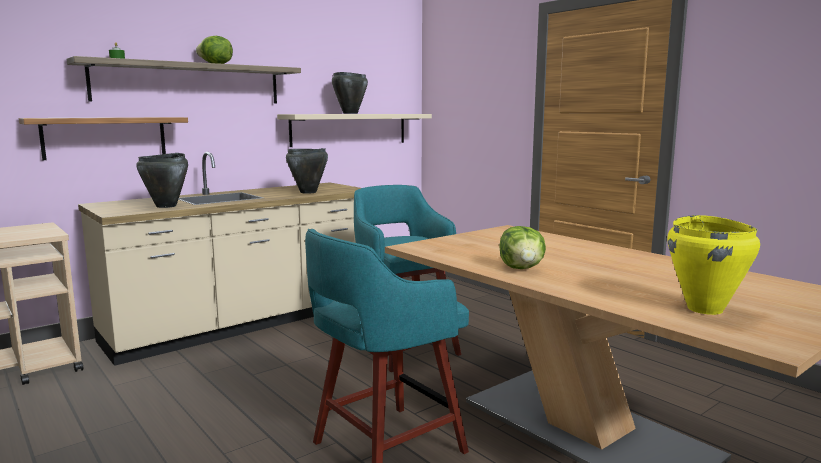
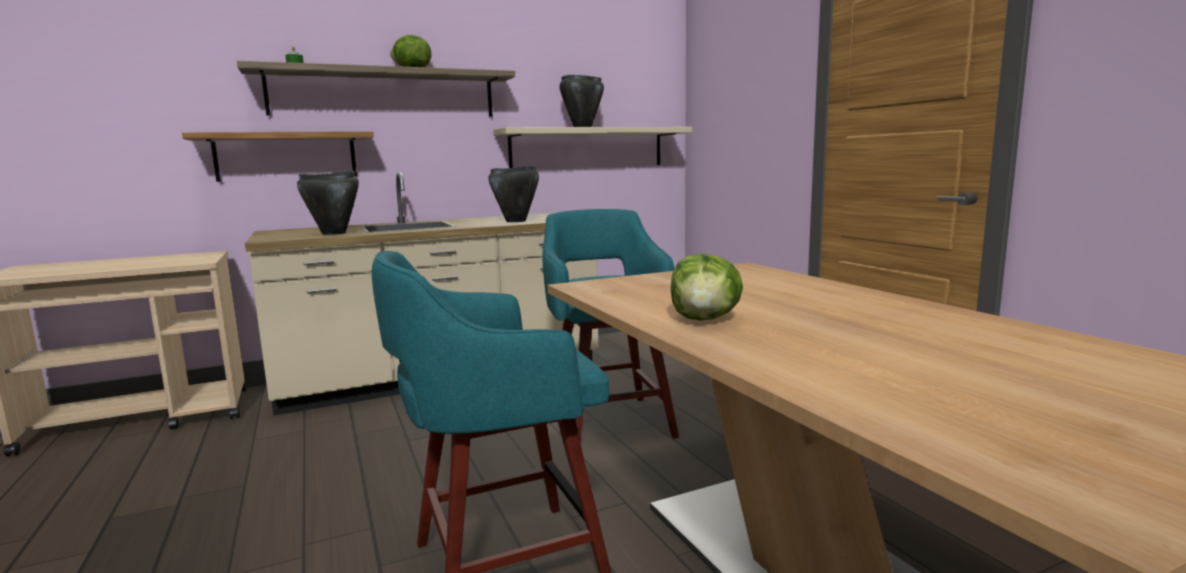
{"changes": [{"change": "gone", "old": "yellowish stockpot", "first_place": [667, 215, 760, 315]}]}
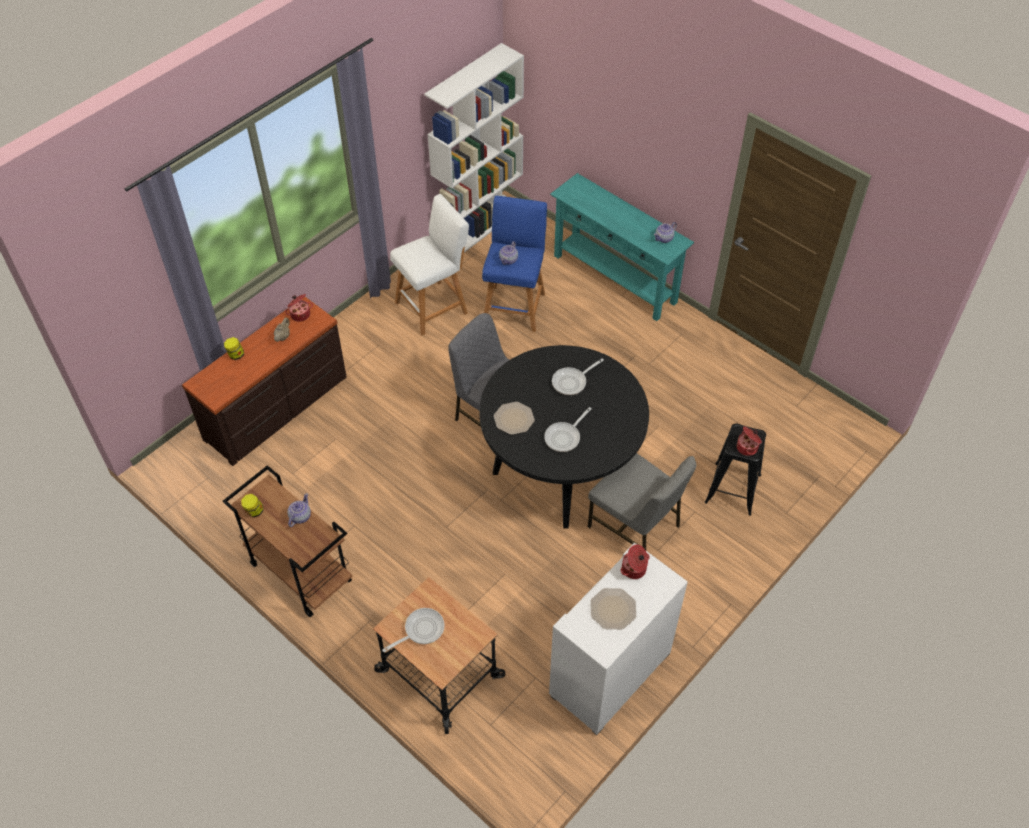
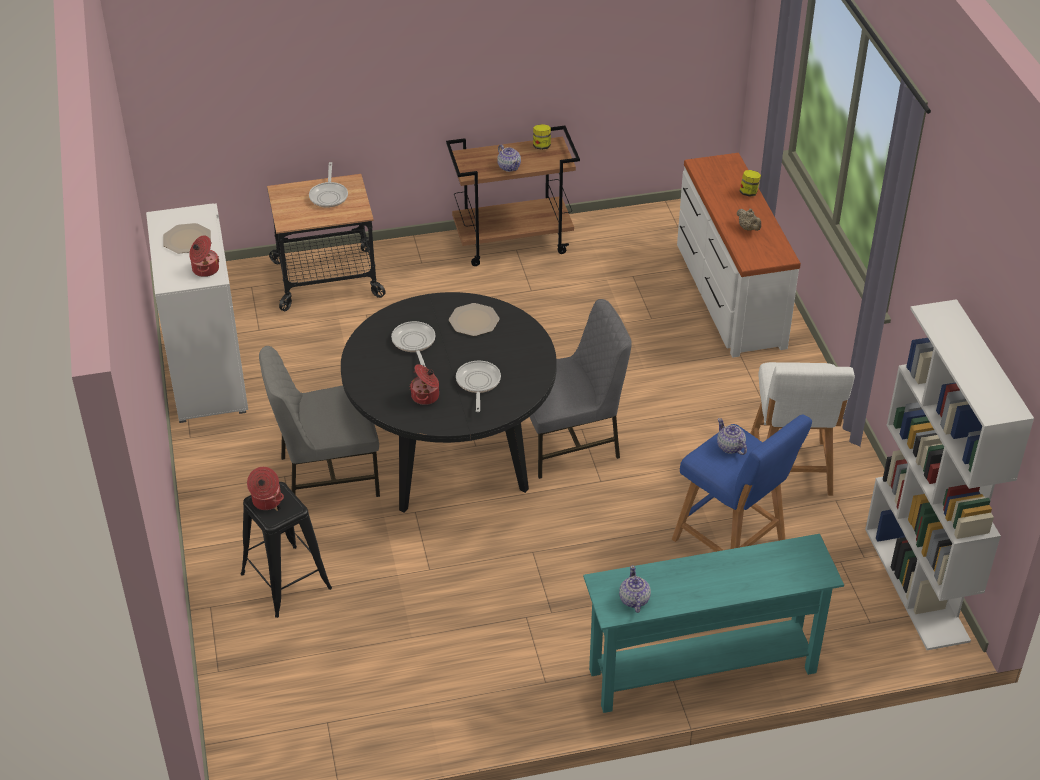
{"changes": [{"change": "shifted", "old": "stockpot", "first_place": [285, 294, 313, 322], "second_place": [410, 364, 439, 405]}, {"change": "repainted", "old": "brown-coloured chest of drawers", "new": "whitish chest of drawers", "first_place": [182, 297, 347, 466], "second_place": [677, 153, 801, 358]}]}
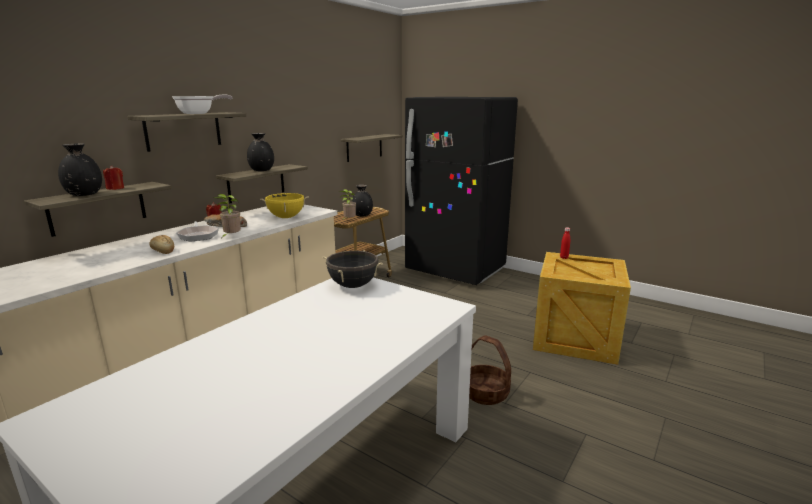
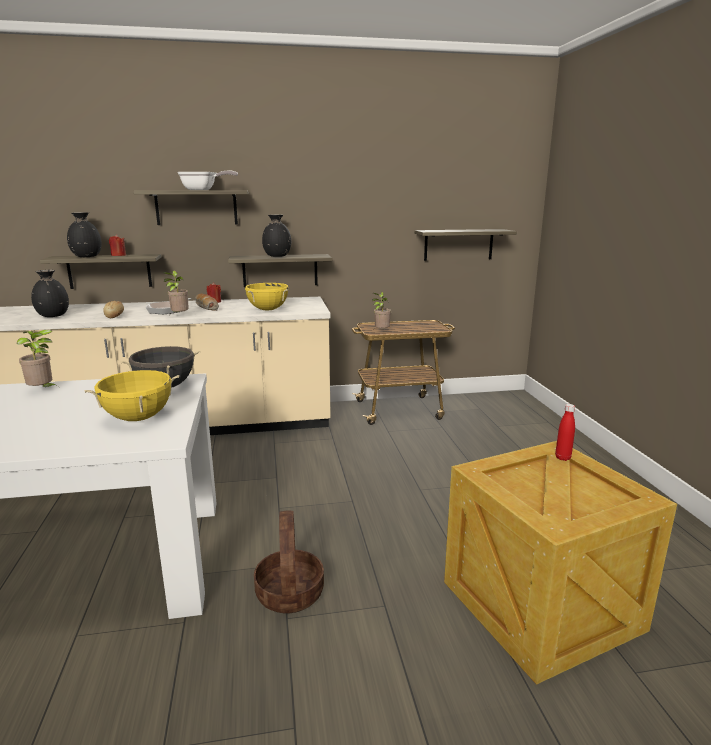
{"changes": [{"change": "gone", "old": "black refrigerator", "first_place": [405, 97, 518, 285]}, {"change": "shifted", "old": "black decorative vase", "first_place": [351, 185, 373, 216], "second_place": [31, 270, 69, 317]}, {"change": "new", "new": "plant in a pot", "second_place": [17, 330, 56, 387]}, {"change": "new", "new": "yellowish stockpot", "second_place": [84, 370, 179, 421]}]}
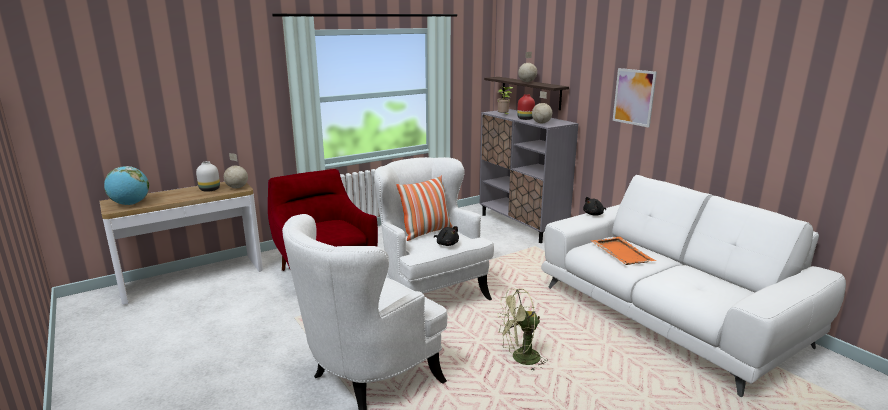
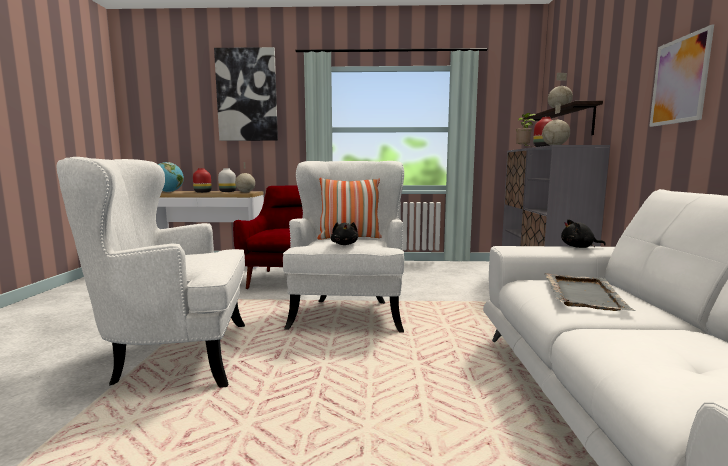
{"changes": [{"change": "repainted", "old": "orange-coloured serving tray", "new": "gray serving tray", "first_place": [591, 237, 657, 265], "second_place": [545, 273, 636, 311]}, {"change": "gone", "old": "green fan", "first_place": [498, 289, 548, 371]}, {"change": "new", "new": "wall picture", "second_place": [214, 47, 278, 141]}, {"change": "new", "new": "red-coloured decorative vase", "second_place": [193, 168, 212, 193]}]}
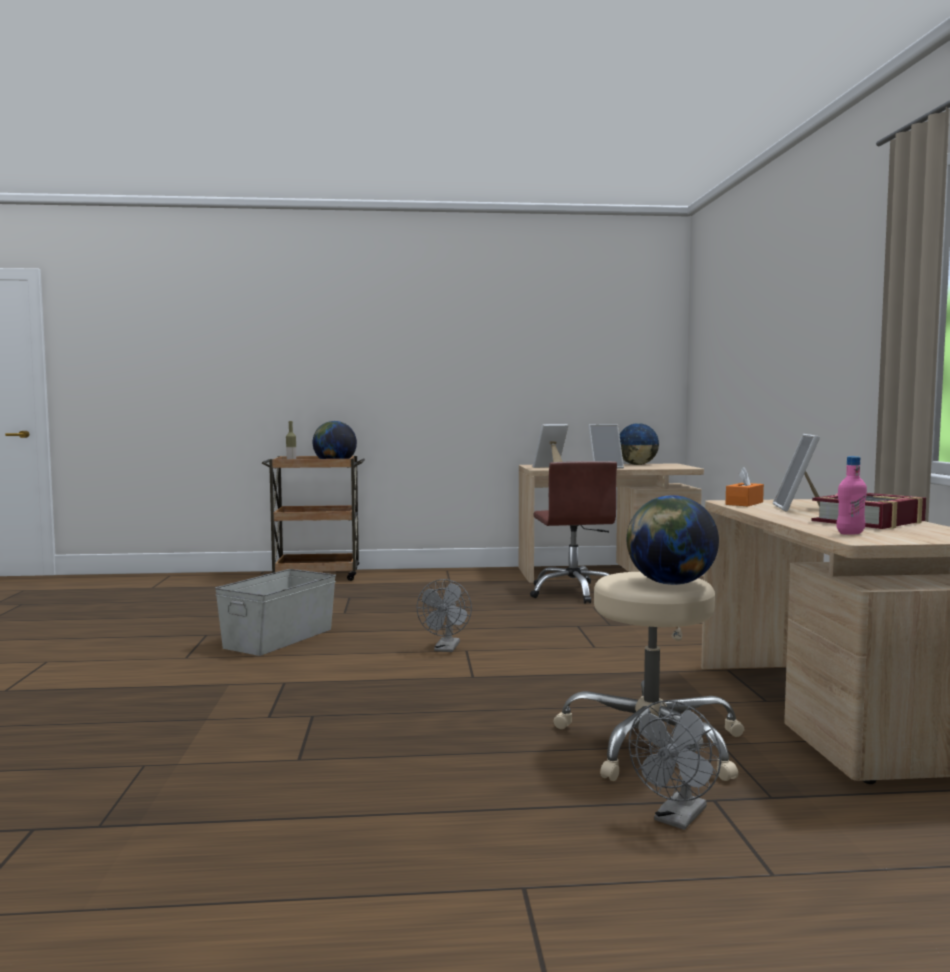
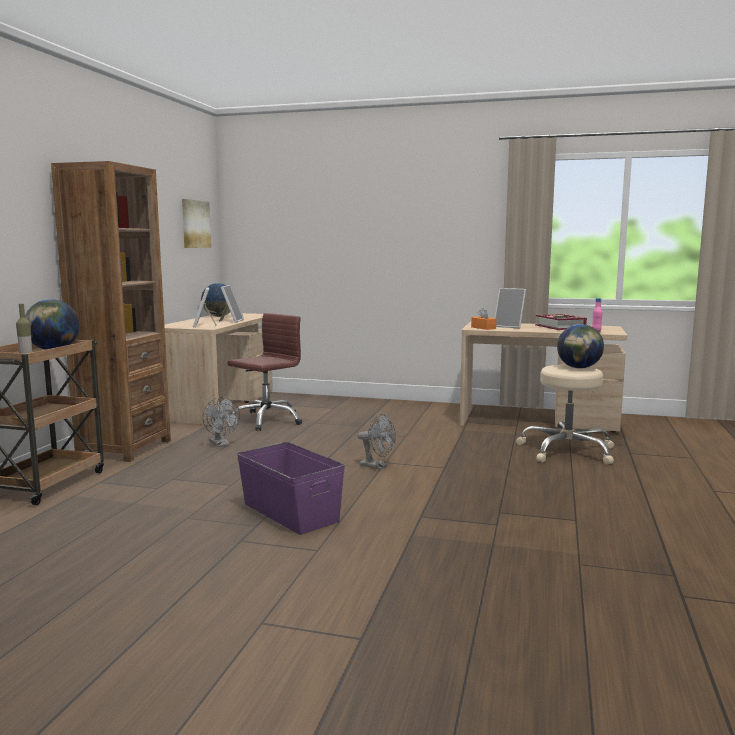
{"changes": [{"change": "rotated", "old": "brown-coloured desk chair", "first_place": [530, 461, 617, 603], "second_place": [227, 313, 302, 431], "degrees": -60}, {"change": "repainted", "old": "gray storage container", "new": "purplish storage container", "first_place": [215, 569, 336, 656], "second_place": [237, 442, 345, 535]}, {"change": "shifted", "old": "gray fan", "first_place": [629, 700, 721, 830], "second_place": [203, 397, 240, 447]}, {"change": "new", "new": "brown-coloured bookshelf", "second_place": [51, 161, 171, 462]}, {"change": "new", "new": "wall picture", "second_place": [182, 199, 211, 248]}]}
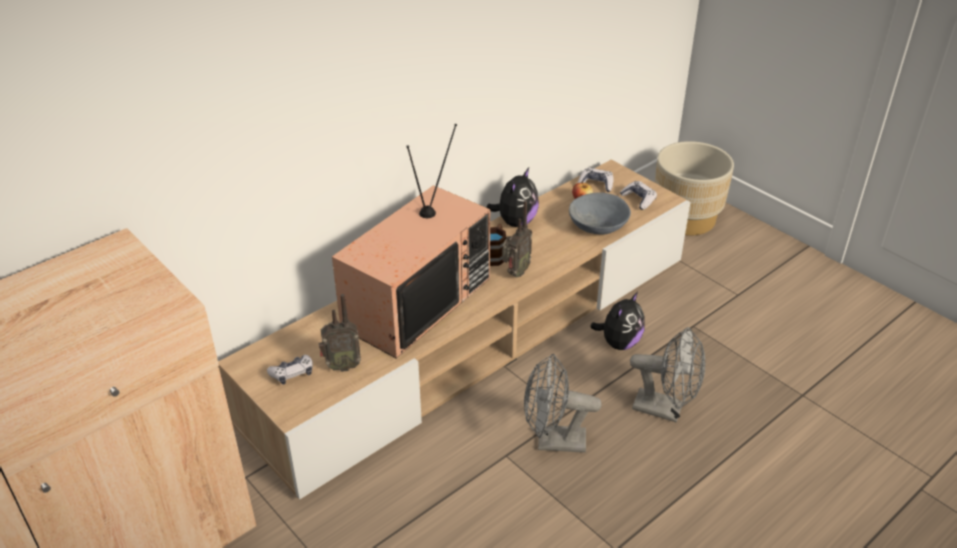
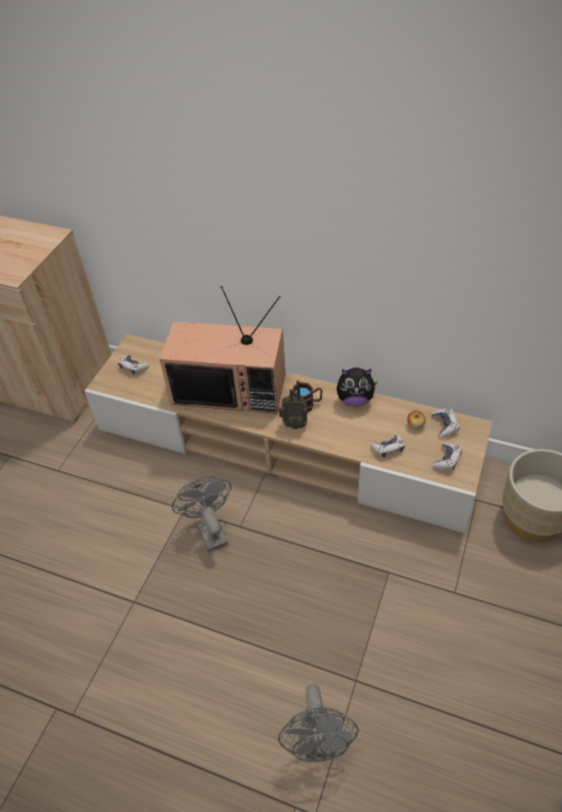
{"changes": [{"change": "swapped", "old": "gray deep dish", "new": "game controller", "first_place": [569, 192, 631, 235], "second_place": [370, 435, 405, 458]}, {"change": "gone", "old": "plush toy", "first_place": [590, 292, 645, 350]}, {"change": "gone", "old": "radio", "first_place": [319, 294, 361, 372]}, {"change": "shifted", "old": "gray fan", "first_place": [630, 327, 705, 423], "second_place": [278, 684, 359, 762]}]}
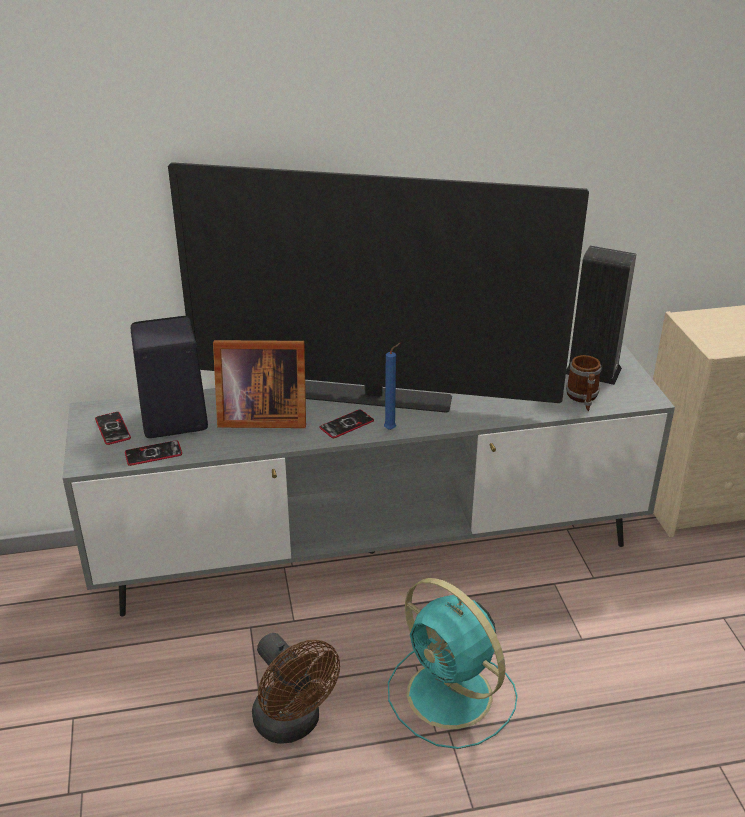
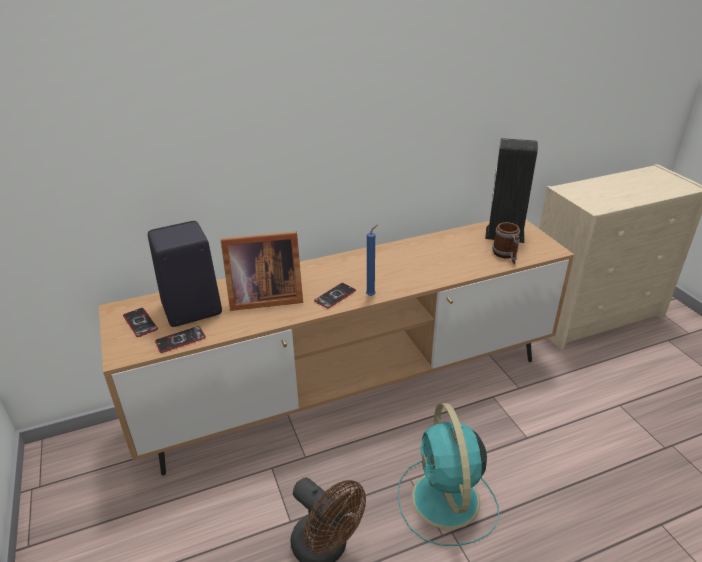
{"changes": [{"change": "gone", "old": "TV", "first_place": [168, 162, 589, 413]}, {"change": "repainted", "old": "gray media console", "new": "brown-coloured media console", "first_place": [62, 345, 675, 617], "second_place": [99, 220, 574, 475]}, {"change": "rotated", "old": "blue-green fan", "first_place": [388, 578, 518, 749], "second_place": [397, 403, 499, 546], "degrees": 45}]}
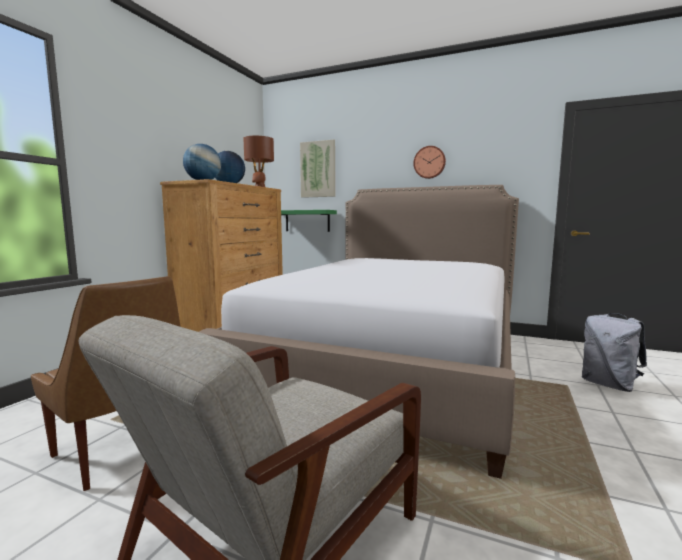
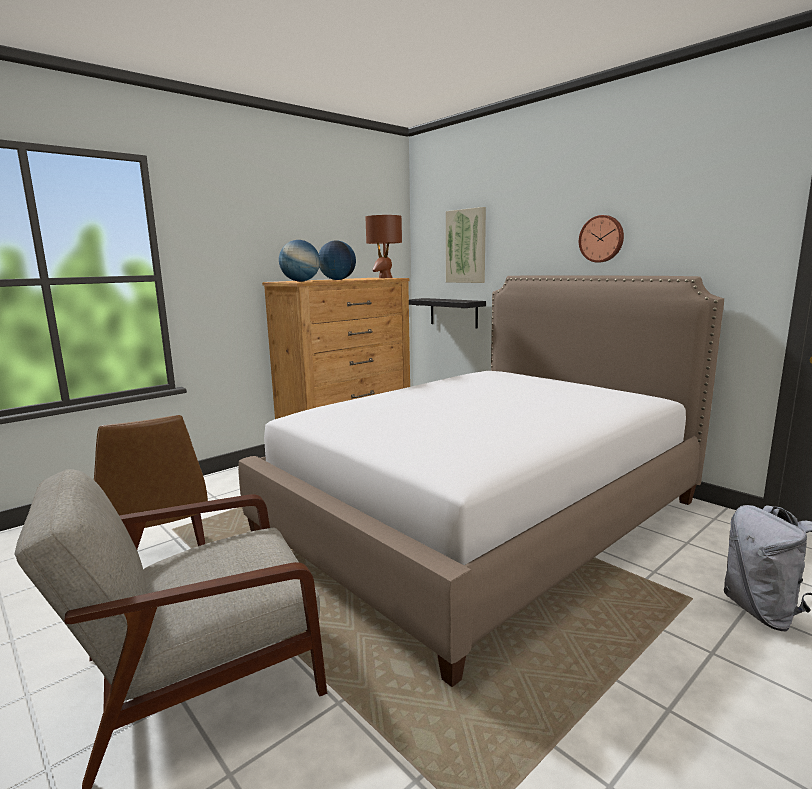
{"changes": [{"change": "repainted", "old": "green wall shelf", "new": "black wall shelf", "first_place": [281, 210, 337, 232], "second_place": [409, 298, 486, 328]}]}
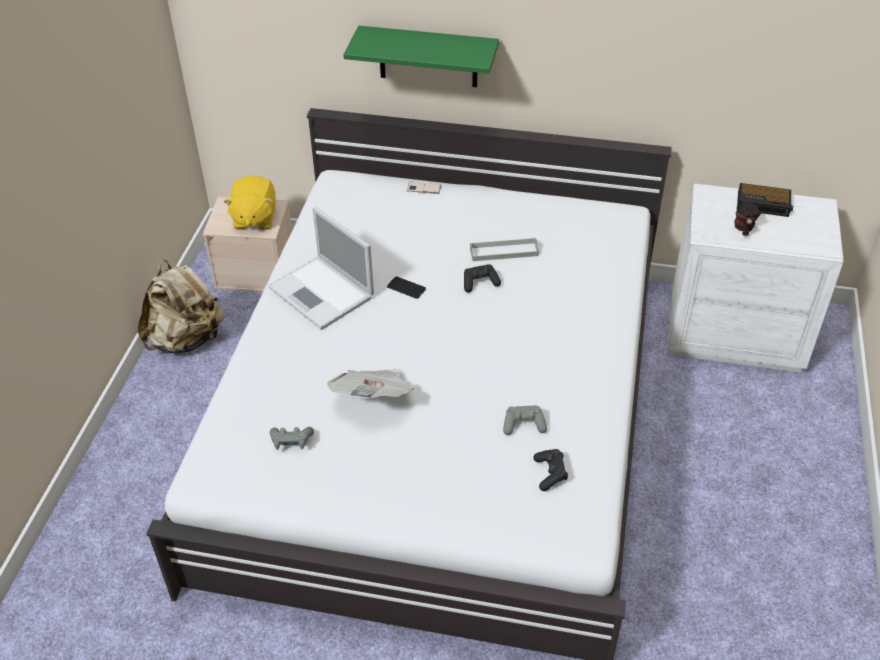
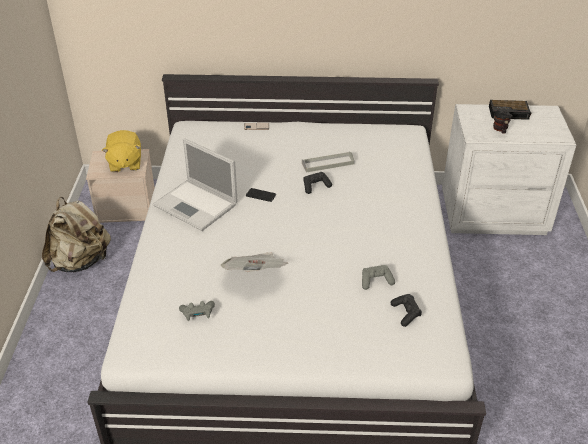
{"changes": [{"change": "gone", "old": "green wall shelf", "first_place": [343, 26, 499, 87]}]}
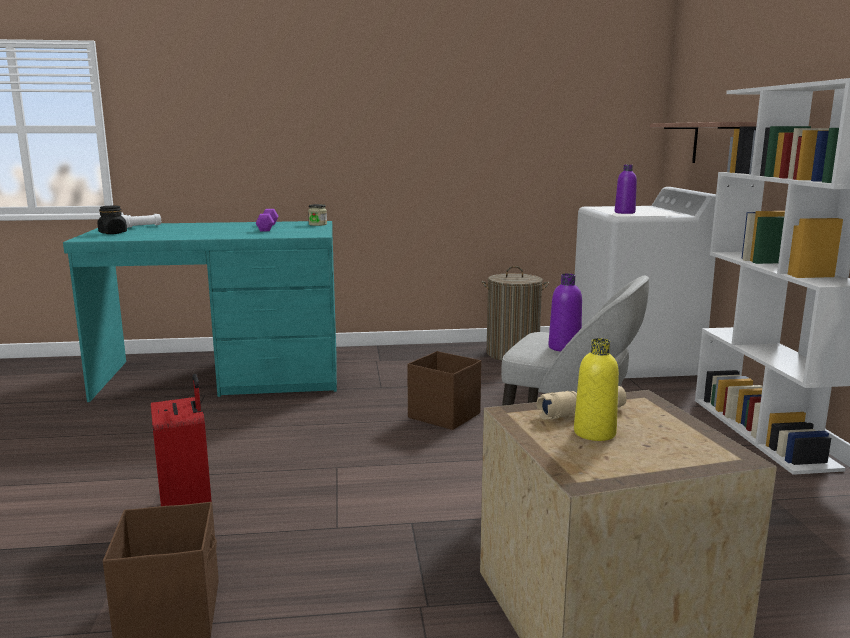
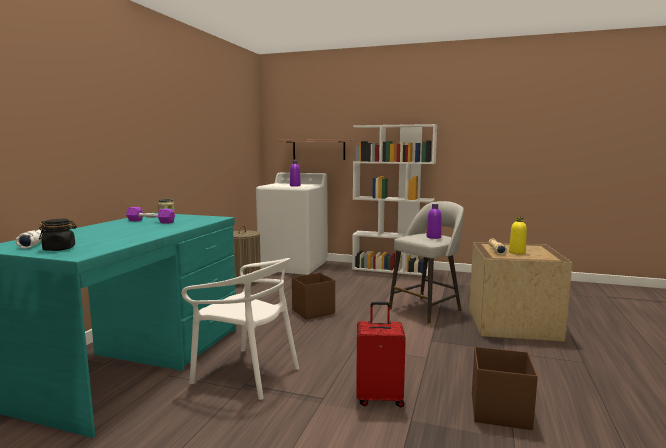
{"changes": [{"change": "new", "new": "whitish chair", "second_place": [182, 258, 299, 400]}]}
